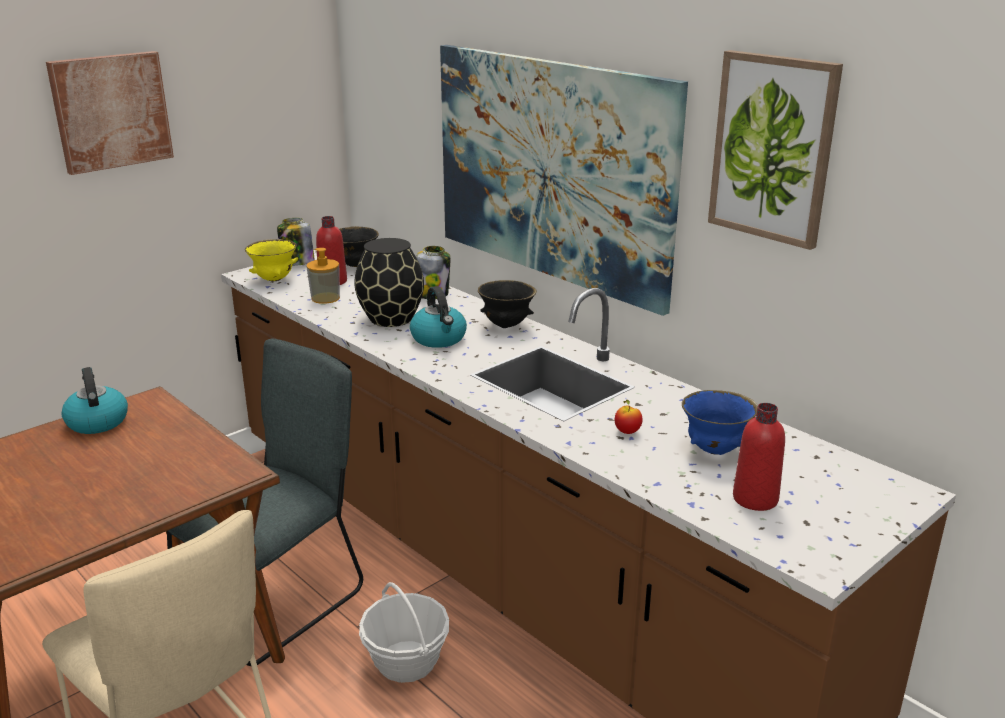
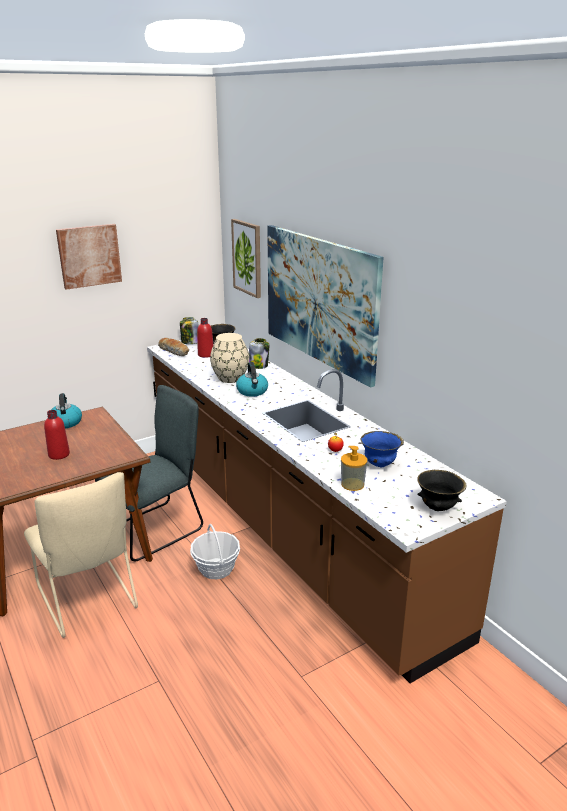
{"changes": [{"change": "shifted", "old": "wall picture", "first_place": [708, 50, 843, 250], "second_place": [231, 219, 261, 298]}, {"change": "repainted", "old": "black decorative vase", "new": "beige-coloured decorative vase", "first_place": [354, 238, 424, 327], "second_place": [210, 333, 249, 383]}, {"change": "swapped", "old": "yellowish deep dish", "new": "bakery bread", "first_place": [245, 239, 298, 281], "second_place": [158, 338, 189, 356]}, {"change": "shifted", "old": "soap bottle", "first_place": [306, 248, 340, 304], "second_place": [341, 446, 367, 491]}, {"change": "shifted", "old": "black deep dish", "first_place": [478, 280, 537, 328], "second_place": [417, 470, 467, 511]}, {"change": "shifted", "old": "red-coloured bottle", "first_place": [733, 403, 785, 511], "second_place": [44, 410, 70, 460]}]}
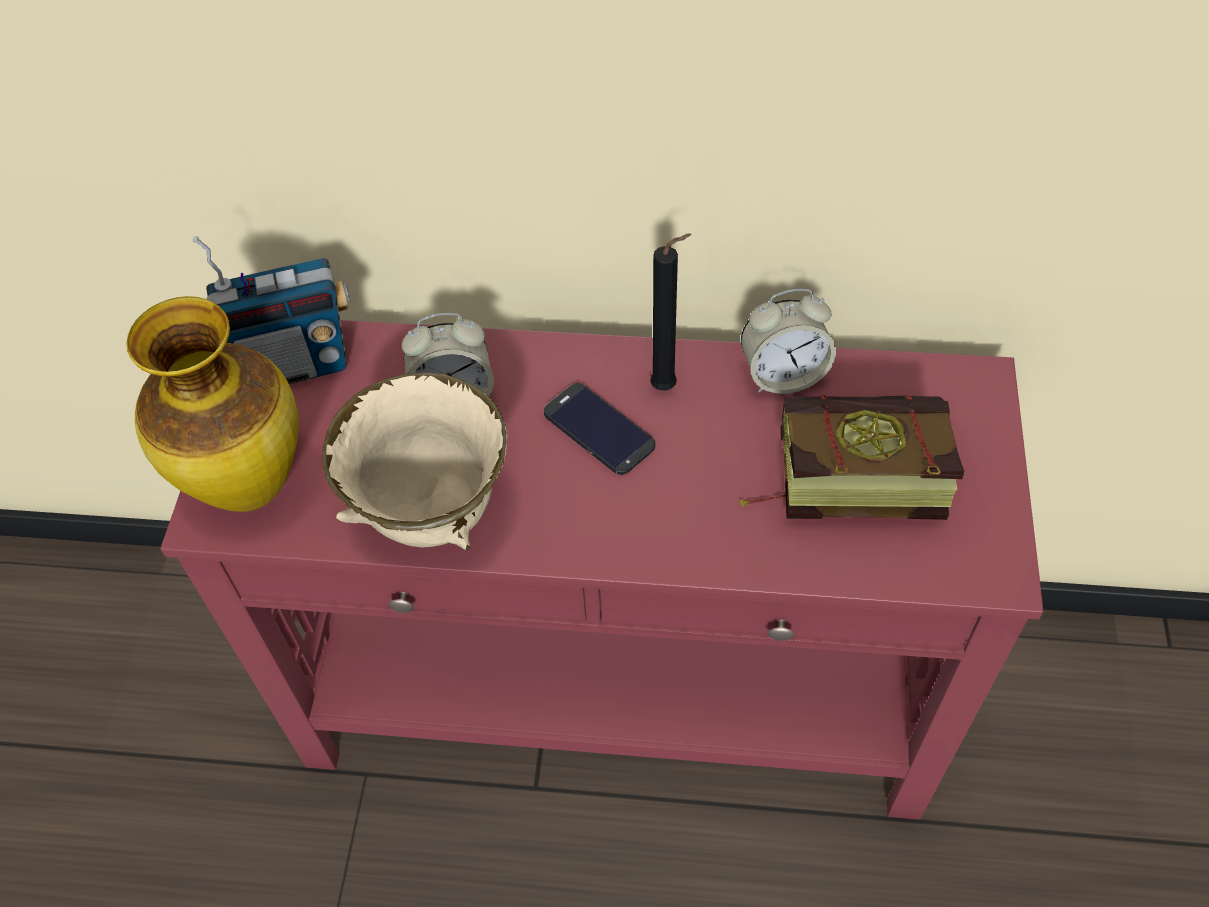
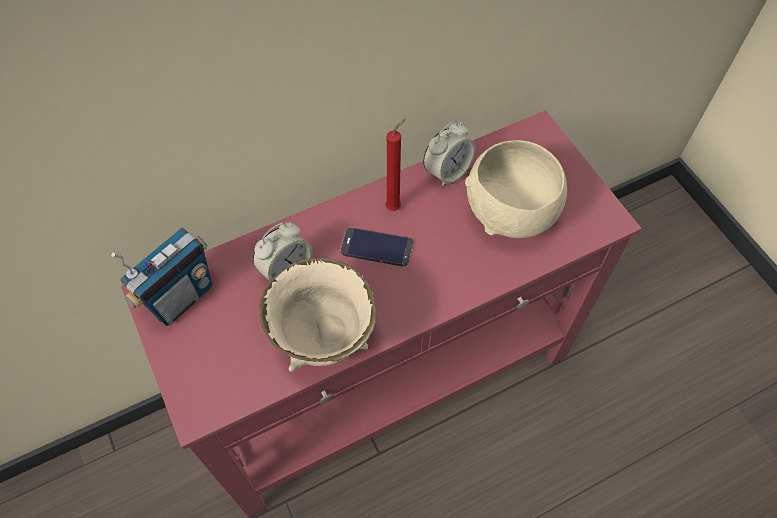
{"changes": [{"change": "repainted", "old": "black candle", "new": "red-coloured candle", "first_place": [650, 234, 691, 391], "second_place": [385, 119, 406, 211]}, {"change": "gone", "old": "decorative vase", "first_place": [127, 296, 299, 512]}, {"change": "swapped", "old": "volume", "new": "beige-coloured deep dish", "first_place": [740, 395, 964, 520], "second_place": [465, 140, 567, 238]}]}
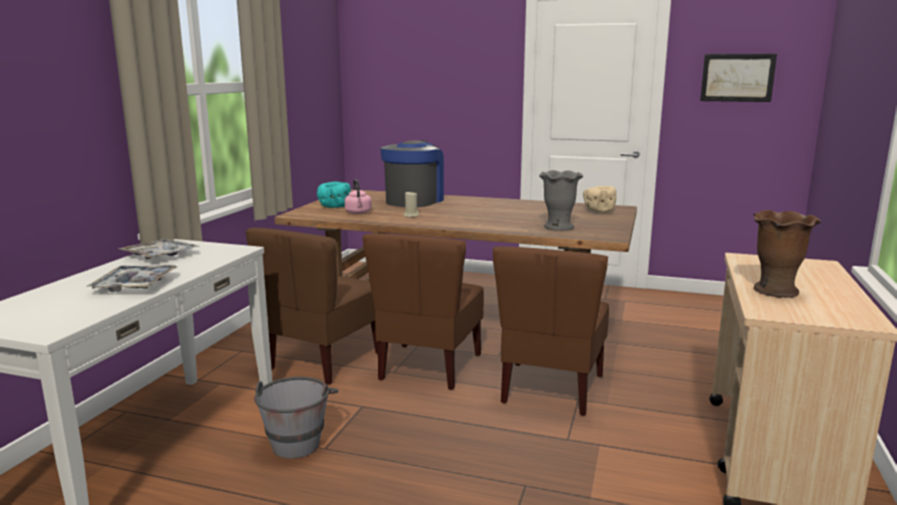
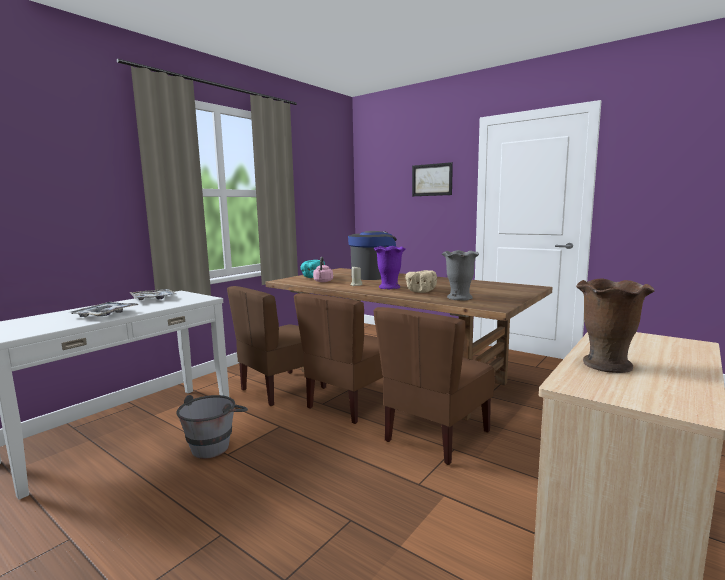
{"changes": [{"change": "shifted", "old": "wall picture", "first_place": [700, 54, 777, 102], "second_place": [412, 162, 453, 196]}, {"change": "shifted", "old": "beige-coloured deep dish", "first_place": [583, 186, 616, 212], "second_place": [405, 270, 437, 293]}, {"change": "new", "new": "purplish decorative vase", "second_place": [374, 246, 406, 289]}]}
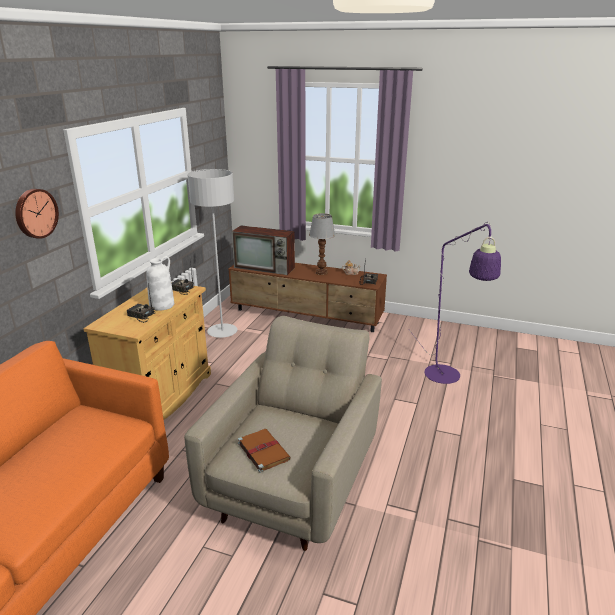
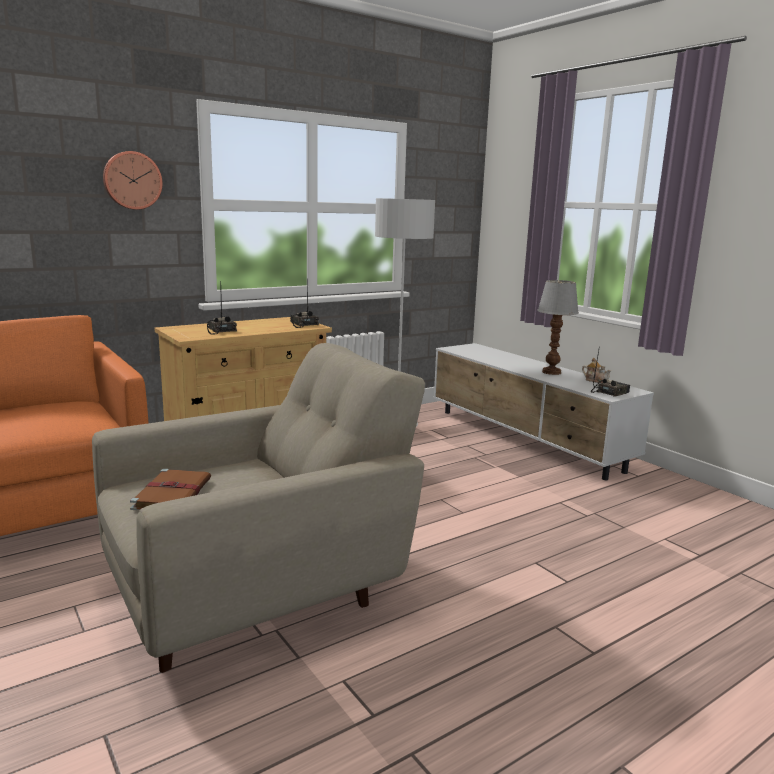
{"changes": [{"change": "gone", "old": "purplish standard lamp", "first_place": [409, 222, 501, 384]}, {"change": "gone", "old": "TV", "first_place": [232, 225, 295, 275]}, {"change": "gone", "old": "whitish decorative vase", "first_place": [146, 256, 174, 311]}, {"change": "repainted", "old": "brown-coloured media console", "new": "whitish media console", "first_place": [228, 263, 387, 332], "second_place": [433, 343, 654, 480]}]}
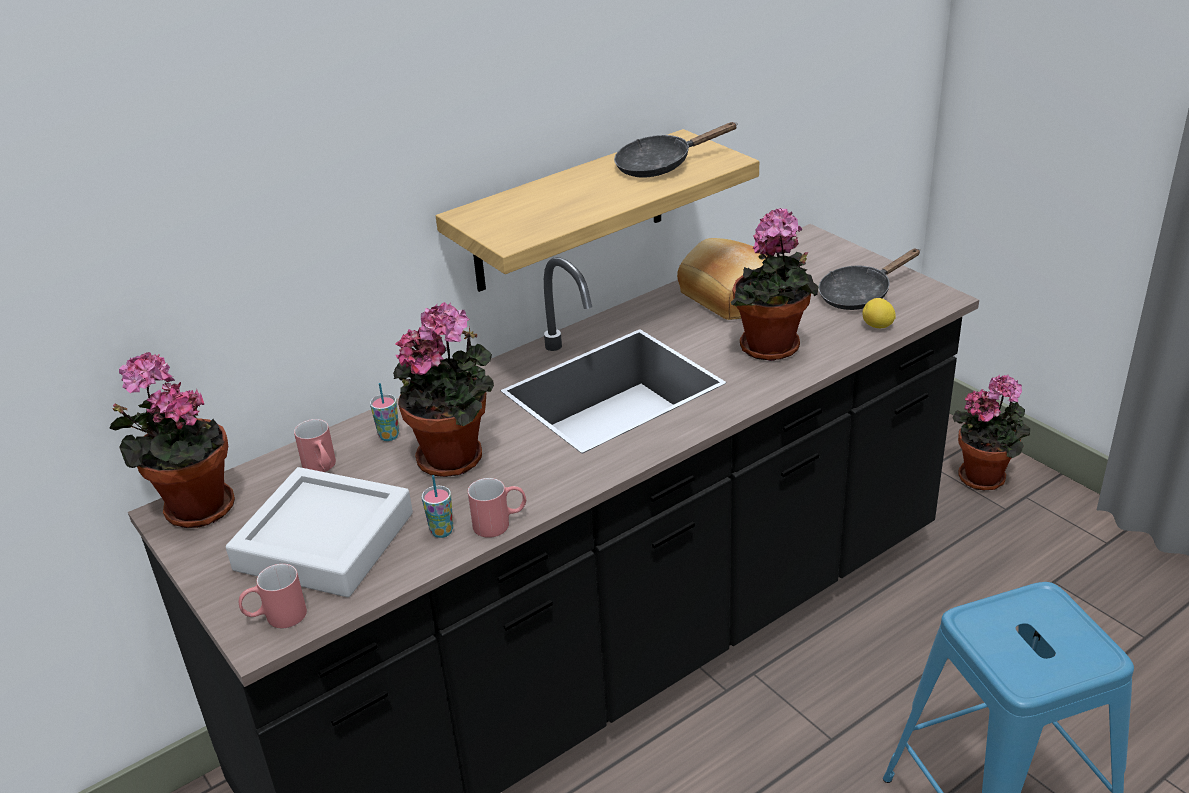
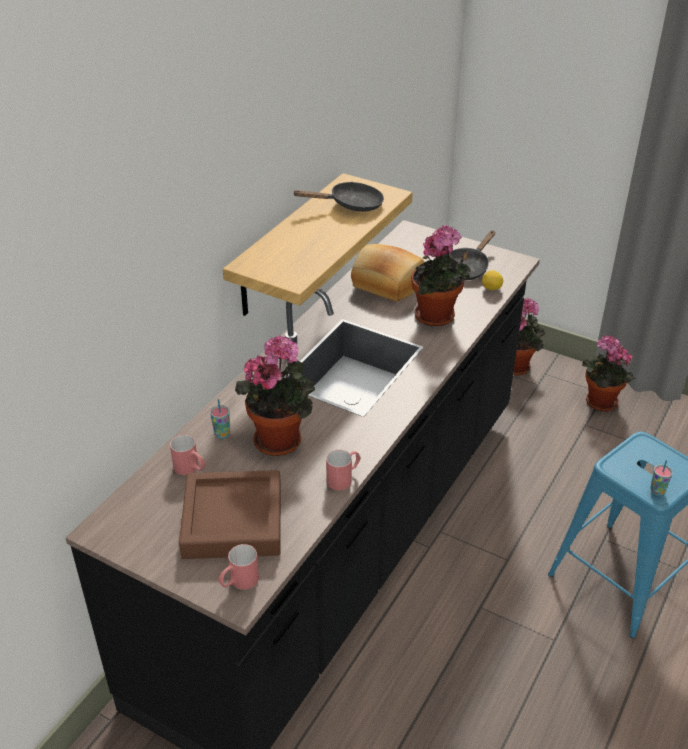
{"changes": [{"change": "rotated", "old": "black pan", "first_place": [614, 122, 738, 178], "second_place": [292, 182, 384, 212], "degrees": -150}, {"change": "shifted", "old": "plant in a pot", "first_place": [109, 352, 235, 528], "second_place": [582, 335, 635, 412]}, {"change": "repainted", "old": "gray serving tray", "new": "brown-coloured serving tray", "first_place": [226, 467, 413, 597], "second_place": [179, 470, 281, 559]}, {"change": "shifted", "old": "drinking cup", "first_place": [421, 475, 453, 538], "second_place": [650, 460, 673, 496]}]}
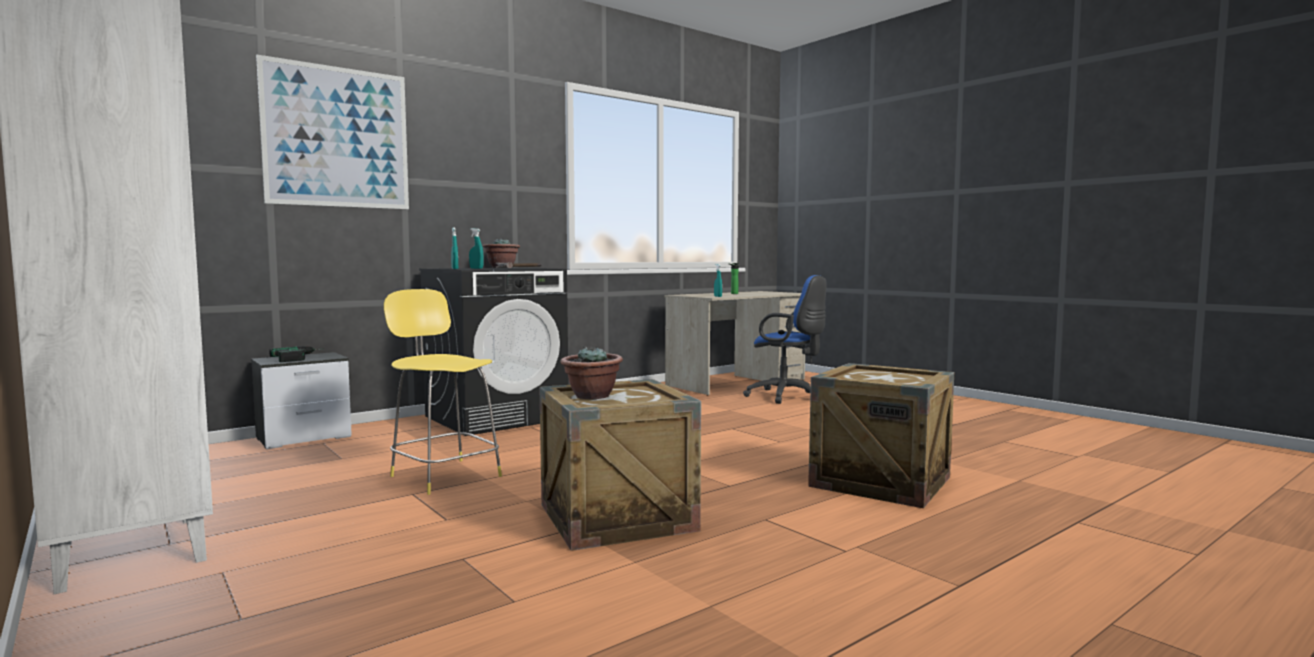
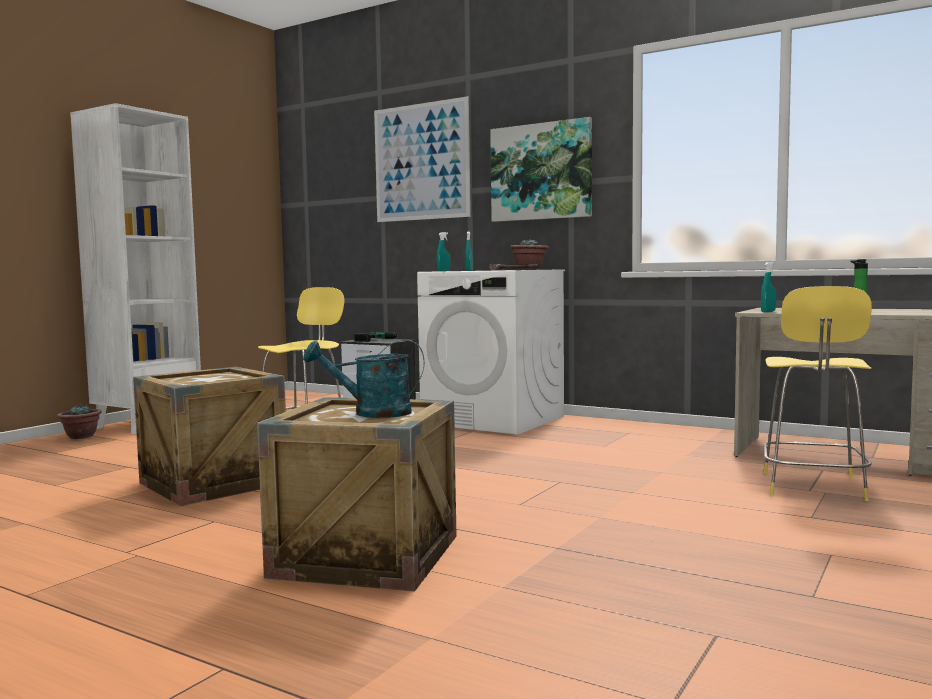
{"changes": [{"change": "repainted", "old": "black laundry machine", "new": "whitish laundry machine", "first_place": [419, 268, 568, 436], "second_place": [417, 269, 565, 435]}, {"change": "swapped", "old": "bluish desk chair", "new": "yellowish stool seat", "first_place": [743, 275, 827, 404], "second_place": [764, 286, 872, 501]}, {"change": "shifted", "old": "plant in a pot", "first_place": [560, 346, 623, 399], "second_place": [57, 404, 102, 439]}, {"change": "new", "new": "wall picture", "second_place": [490, 117, 592, 222]}, {"change": "new", "new": "blue-green sprinkling can", "second_place": [304, 340, 424, 418]}]}
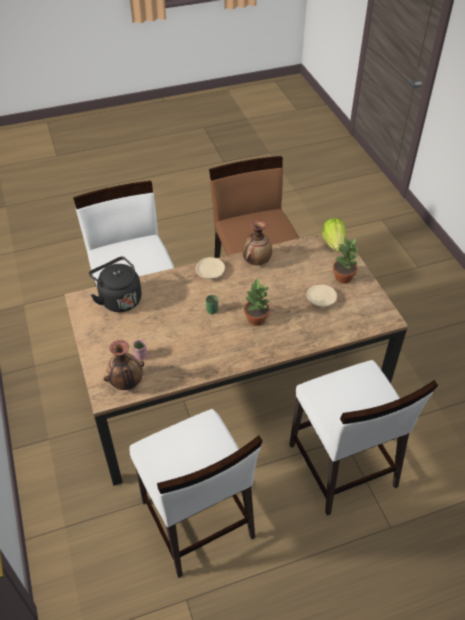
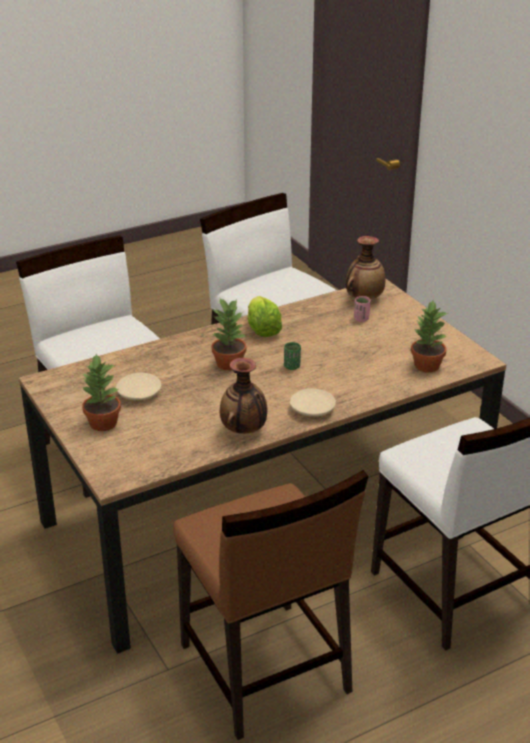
{"changes": [{"change": "shifted", "old": "lettuce", "first_place": [322, 218, 346, 252], "second_place": [248, 296, 282, 337]}, {"change": "swapped", "old": "black tea kettle", "new": "plant in a pot", "first_place": [89, 256, 142, 312], "second_place": [411, 301, 448, 372]}]}
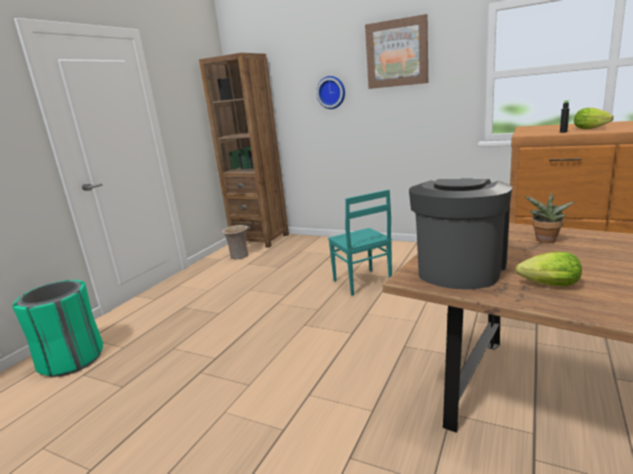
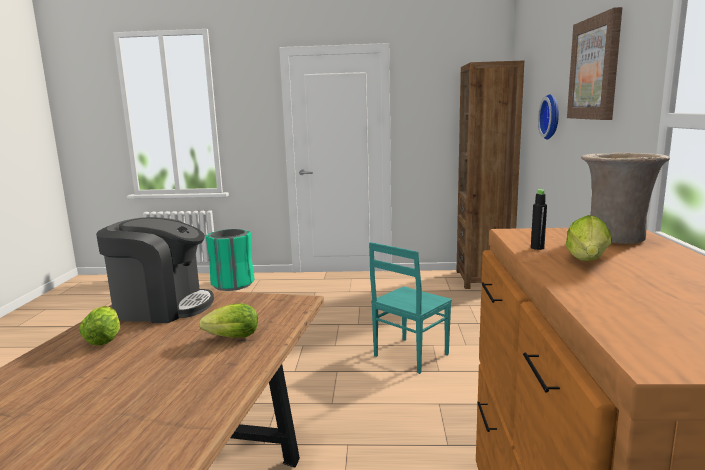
{"changes": [{"change": "swapped", "old": "plant in a pot", "new": "lettuce", "first_place": [525, 192, 575, 243], "second_place": [199, 303, 258, 338]}, {"change": "shifted", "old": "beige-coloured decorative vase", "first_place": [221, 225, 248, 260], "second_place": [581, 153, 670, 244]}]}
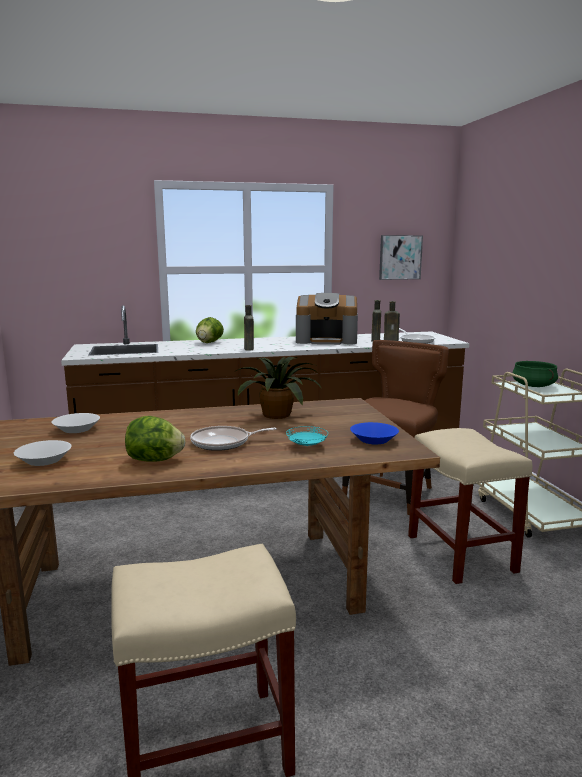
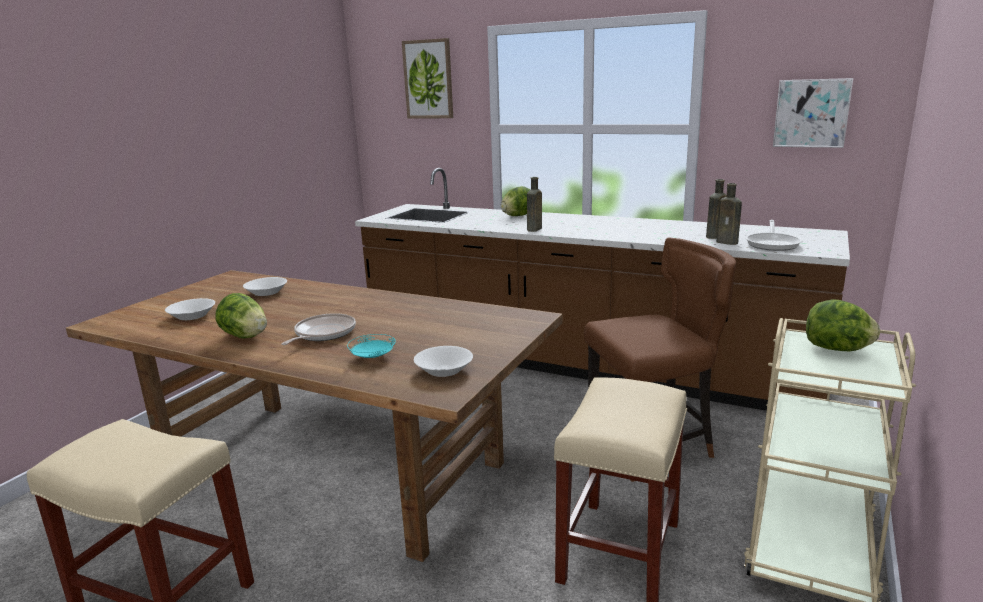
{"changes": [{"change": "gone", "old": "coffee machine", "first_place": [296, 293, 358, 345]}, {"change": "gone", "old": "plant in a pot", "first_place": [234, 357, 322, 419]}, {"change": "swapped", "old": "green stockpot", "new": "lettuce", "first_place": [513, 361, 558, 387], "second_place": [806, 300, 880, 351]}, {"change": "repainted", "old": "bluish deep dish", "new": "whitish deep dish", "first_place": [350, 422, 399, 445], "second_place": [414, 346, 473, 377]}, {"change": "rotated", "old": "pan", "first_place": [190, 426, 277, 451], "second_place": [281, 313, 356, 345], "degrees": 90}, {"change": "new", "new": "wall picture", "second_place": [402, 38, 453, 119]}]}
